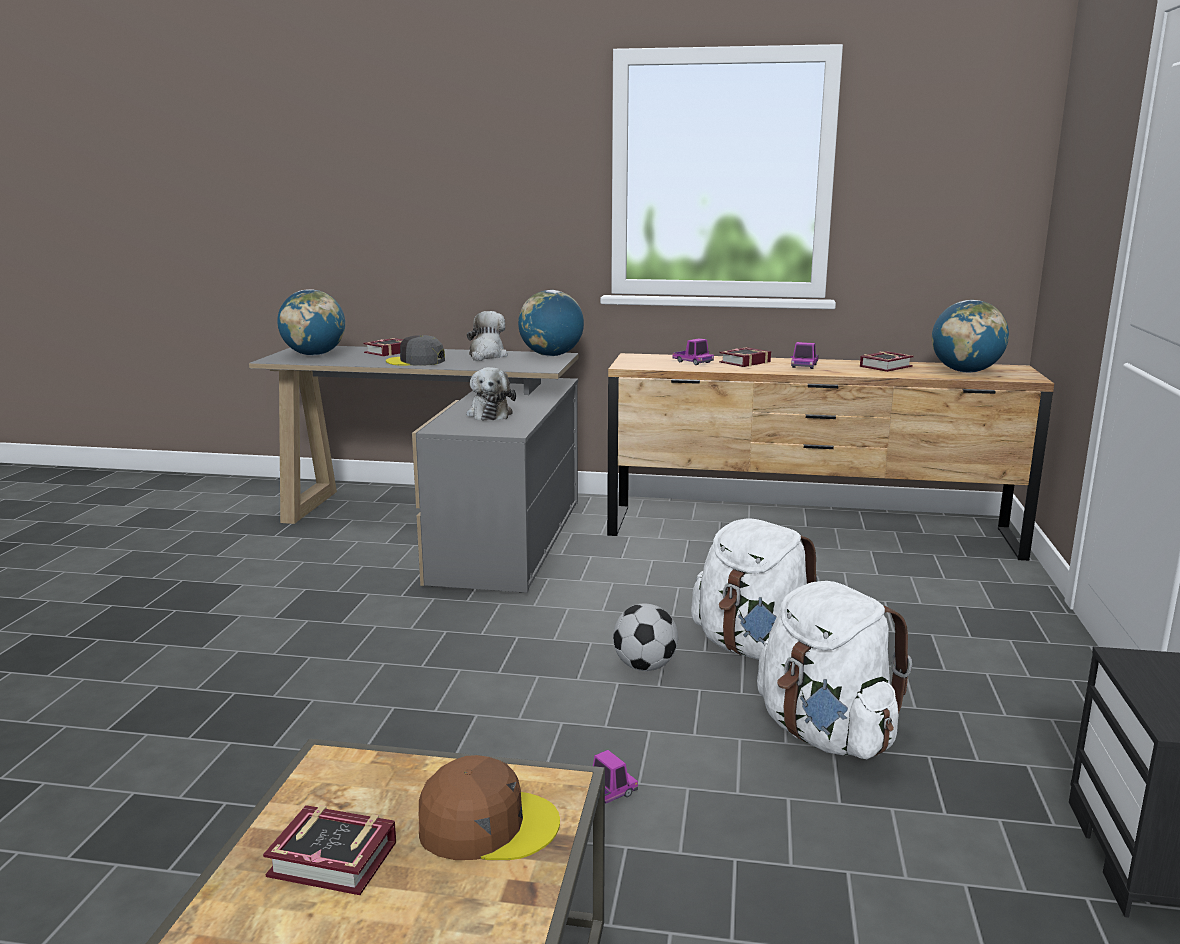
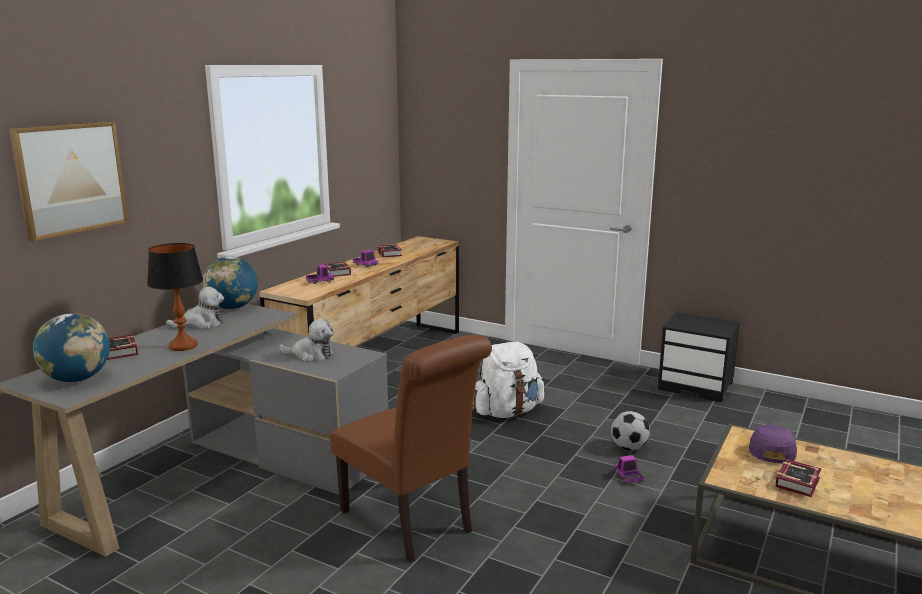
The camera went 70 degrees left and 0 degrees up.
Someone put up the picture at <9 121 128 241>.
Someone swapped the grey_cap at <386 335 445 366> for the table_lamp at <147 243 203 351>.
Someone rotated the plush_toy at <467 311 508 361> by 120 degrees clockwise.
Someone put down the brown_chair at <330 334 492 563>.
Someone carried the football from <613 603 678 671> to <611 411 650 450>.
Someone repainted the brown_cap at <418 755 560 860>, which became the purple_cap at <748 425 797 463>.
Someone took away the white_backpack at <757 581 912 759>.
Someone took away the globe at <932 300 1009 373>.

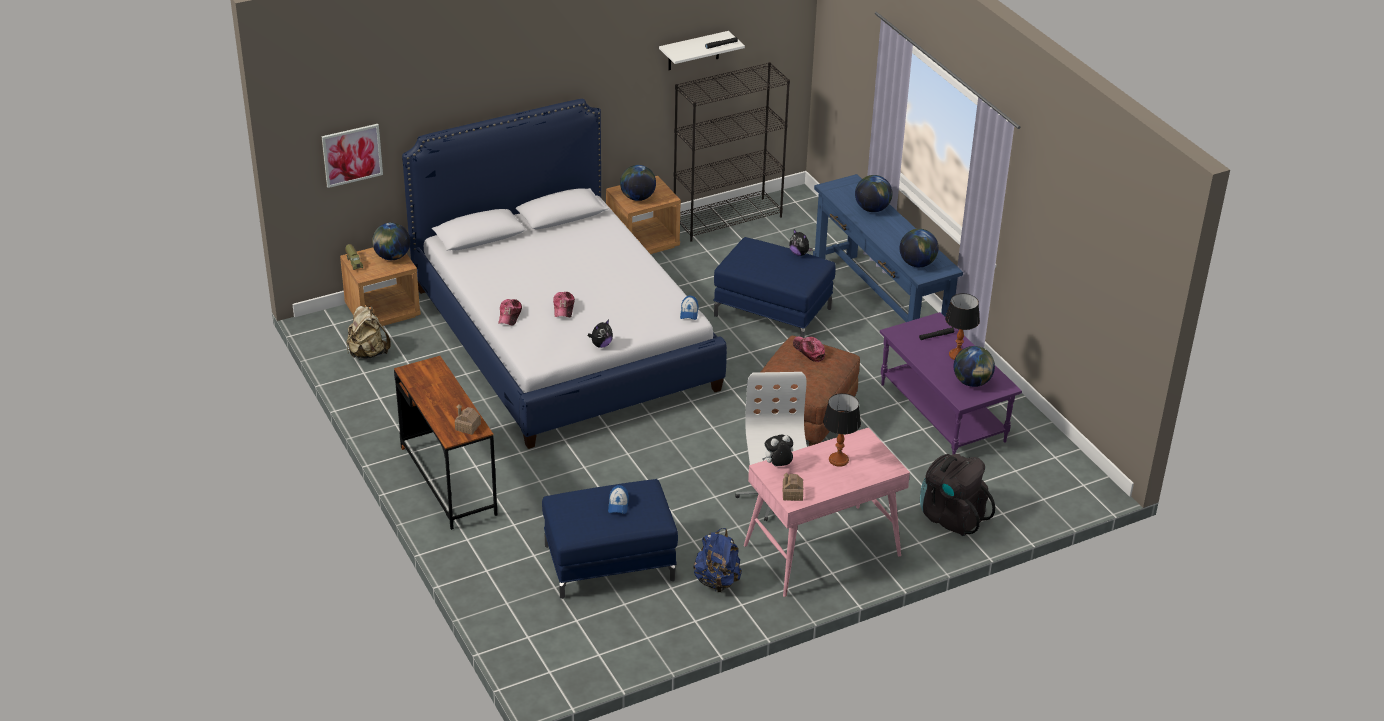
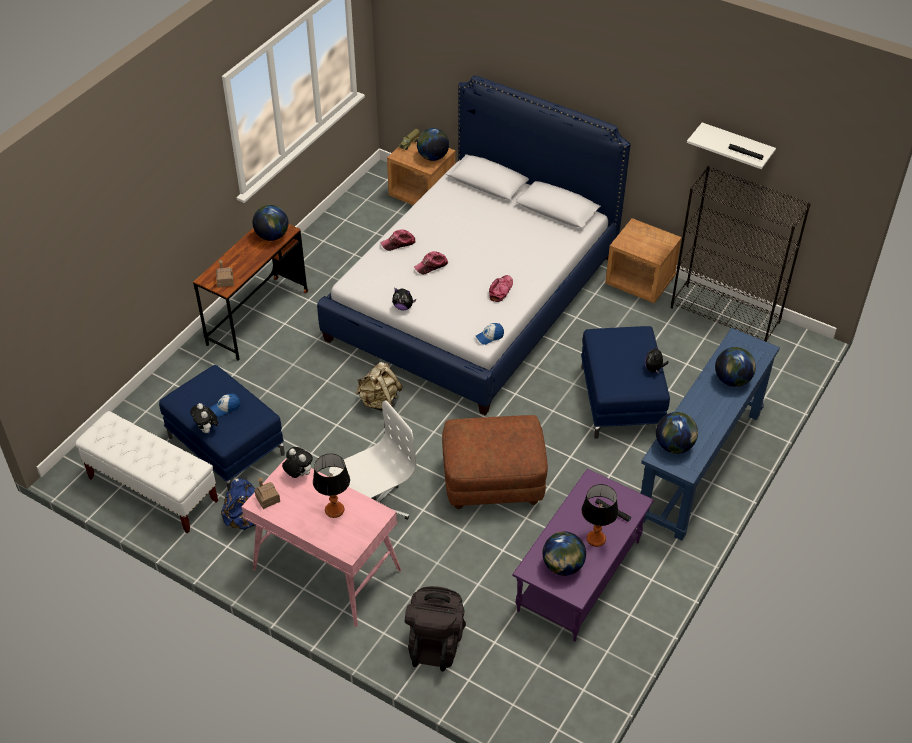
The camera went 60 degrees right and 10 degrees up.
Someone put down the white_bench at <76 411 218 533>.
Someone put down the plush_toy at <190 403 218 433>.
Someone carried the globe from <620 165 656 201> to <252 205 288 241>.
Someone carried the beige_backpack from <347 306 391 359> to <356 362 402 412>.
Someone carried the cap from <793 336 825 362> to <489 275 513 302>.
Someone took away the picture at <321 124 383 188>.

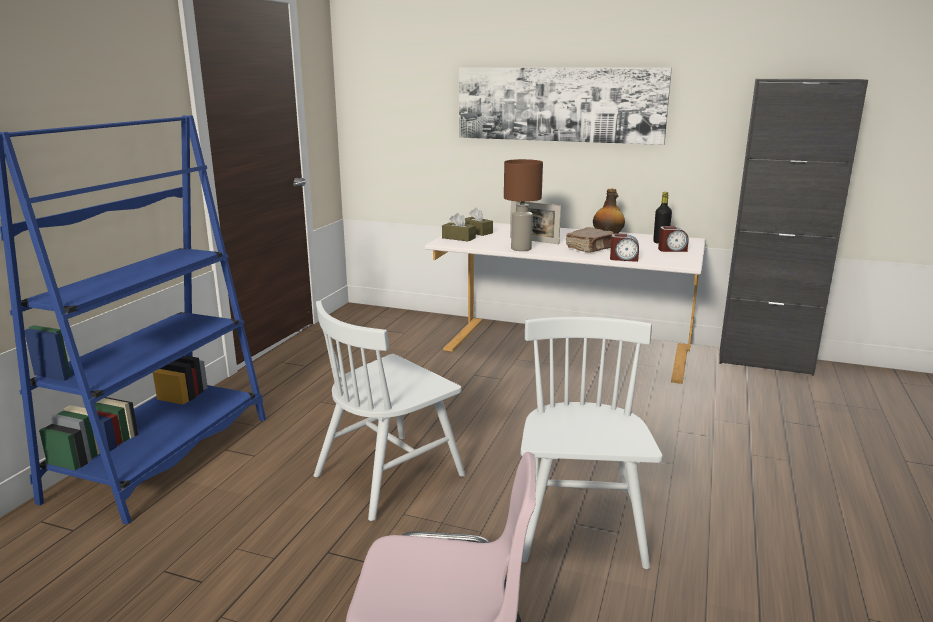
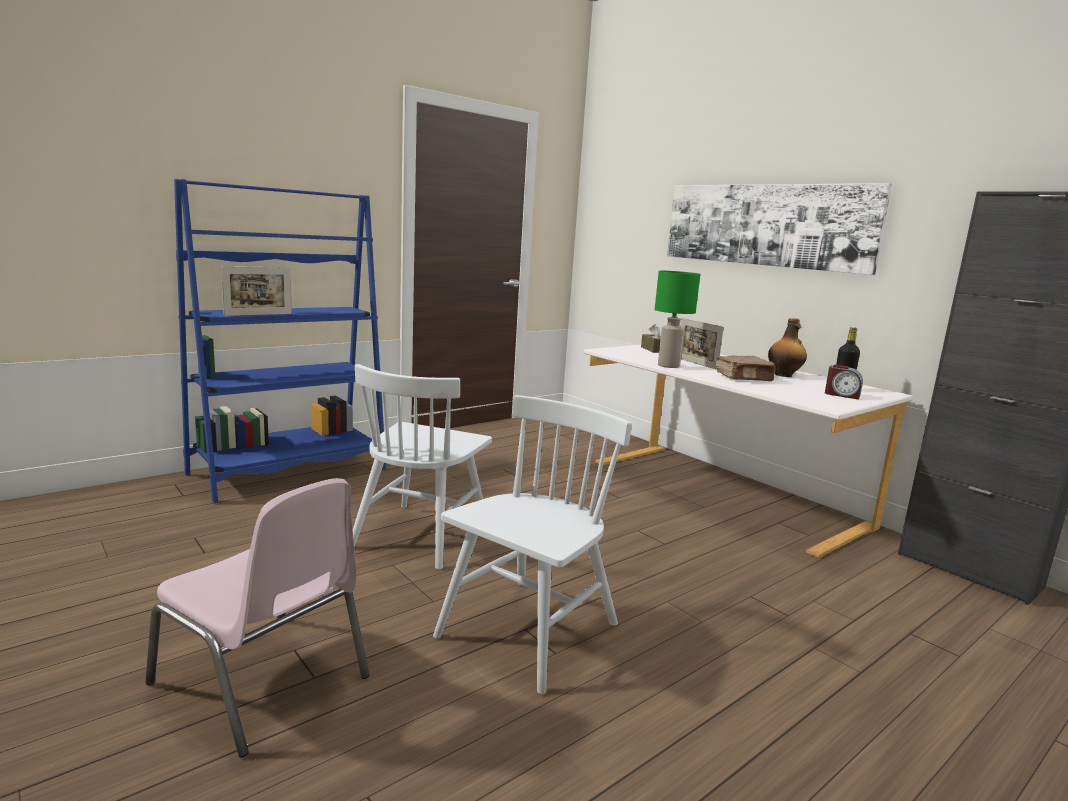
The camera went 30 degrees right and 5 degrees down.
Someone put down the picture_frame at <221 266 292 316>.
Someone rotated the white_chair at <314 300 465 521> by 60 degrees counterclockwise.
Someone repainted the brown_table_lamp at <504 159 543 251>, which became the green_table_lamp at <655 271 700 368>.
Someone took away the brown_tissue_box at <442 213 476 241>.
Someone took away the alarm_clock at <610 233 639 262>.

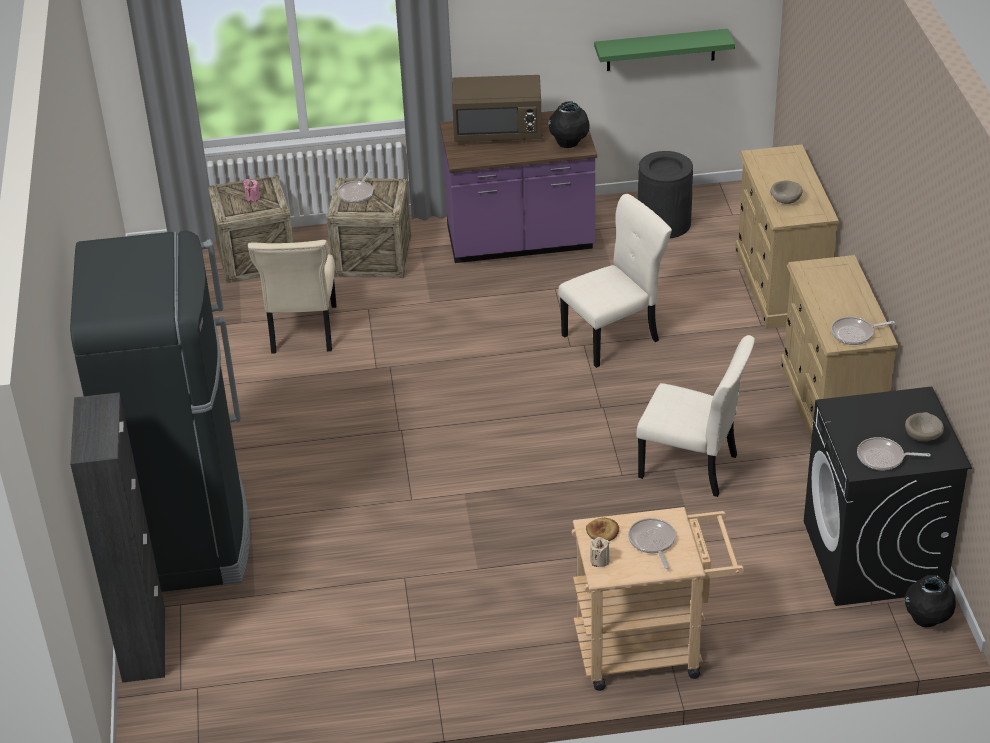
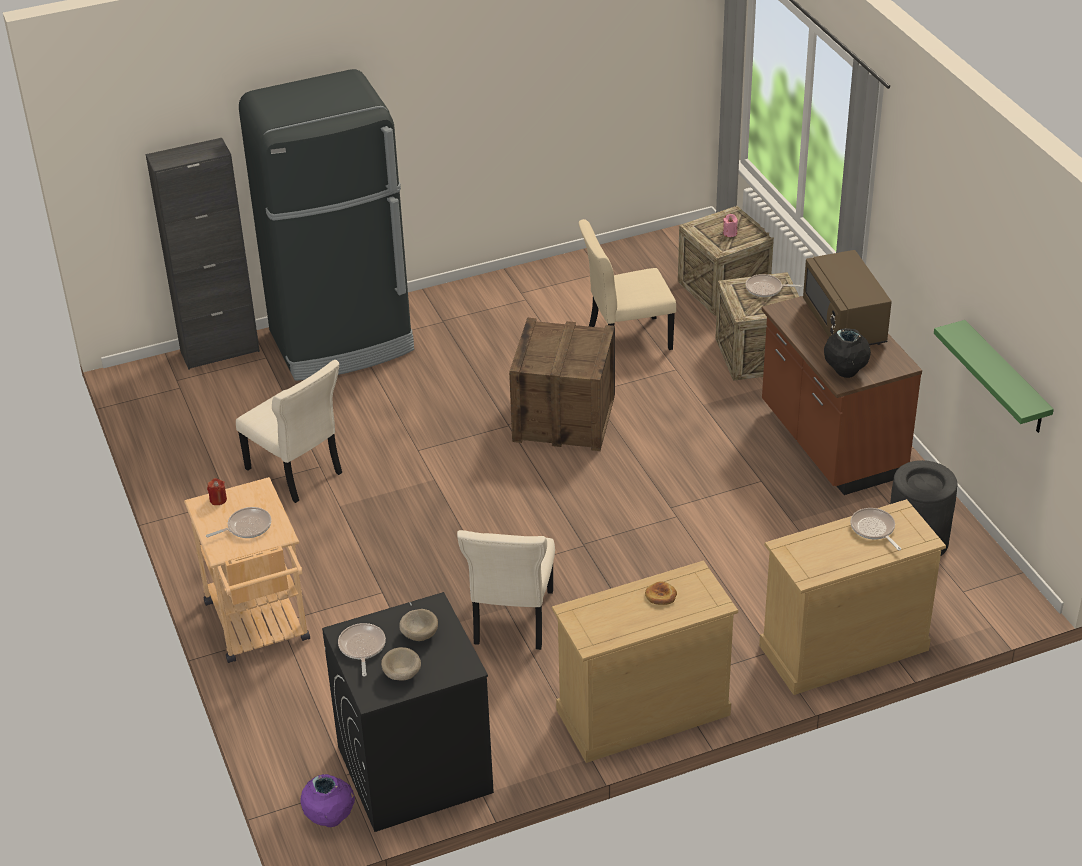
The camera went 75 degrees right and 0 degrees up.
Someone repainted the beige_candle at <590 537 609 567>, which became the red_candle at <207 478 227 505>.
Someone carried the beige_chair from <558 194 672 368> to <236 360 342 503>.
Someone repainted the black_vase at <905 575 956 627>, which became the purple_vase at <300 774 355 827>.
Someone carried the beige_bowl from <770 181 803 204> to <399 609 438 641>.
Someone put down the crate at <509 318 615 451>.
Someone carried the bread from <586 518 619 541> to <645 582 677 605>.
Someone repainted the purple_counter at <440 108 597 263>, which became the brown_counter at <762 296 922 495>.
Someone carried the frying_pan from <831 317 895 345> to <850 508 901 550>.

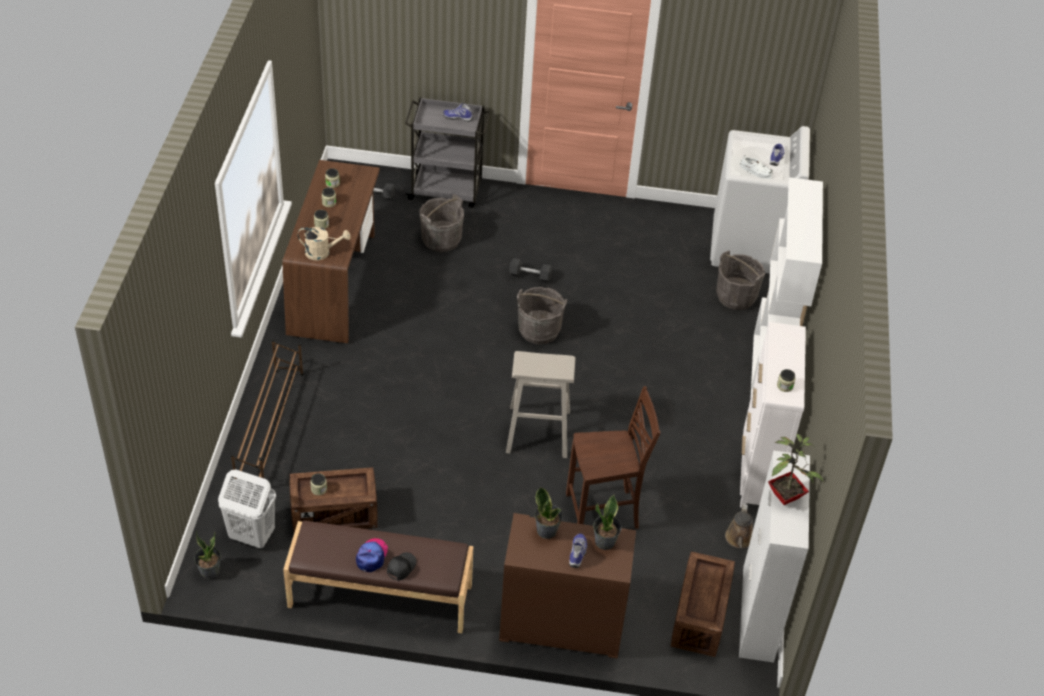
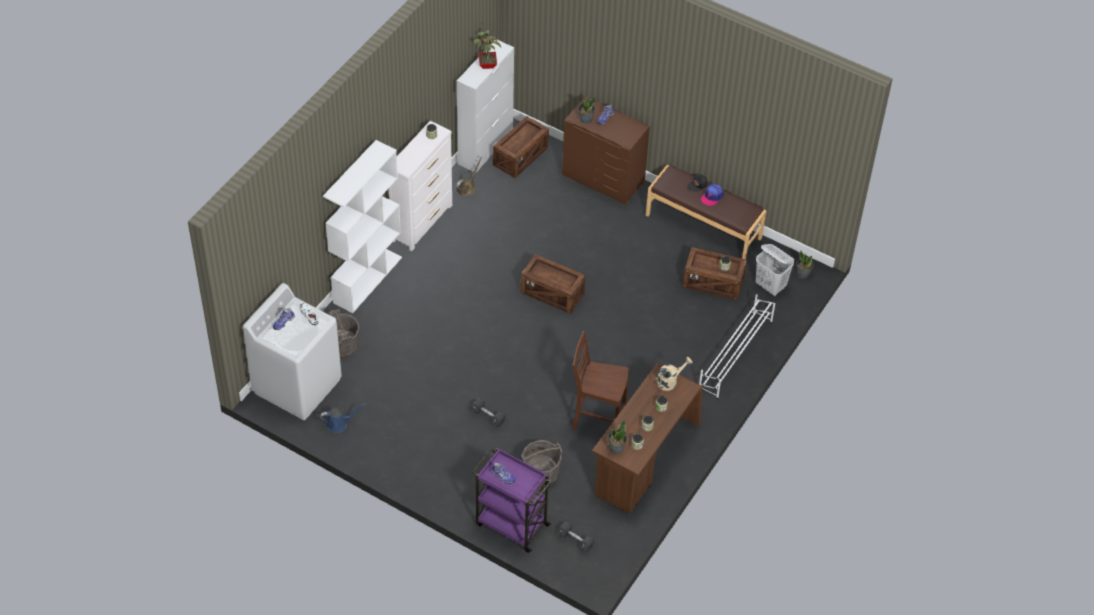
The camera went 155 degrees left and 5 degrees up.
Someone put down the blue_watering_can at <320 404 365 433>.
Someone repainted the grey_cart at <405 97 491 208>, which became the purple_cart at <473 447 552 553>.
Someone swapped the beige_stool at <506 351 576 458> for the crate at <521 254 586 314>.
Someone carried the brown_chair from <566 386 661 529> to <572 331 629 430>.
Someone carried the potted_plant from <535 487 563 539> to <607 419 627 454>.
Someone rotated the beige_watering_can at <298 227 350 261> by 120 degrees clockwise.
Someone repainted the brown_shoe_rack at <231 339 303 479>, which became the white_shoe_rack at <699 292 776 399>.
Someone took away the grey_bucket at <517 287 567 345>.

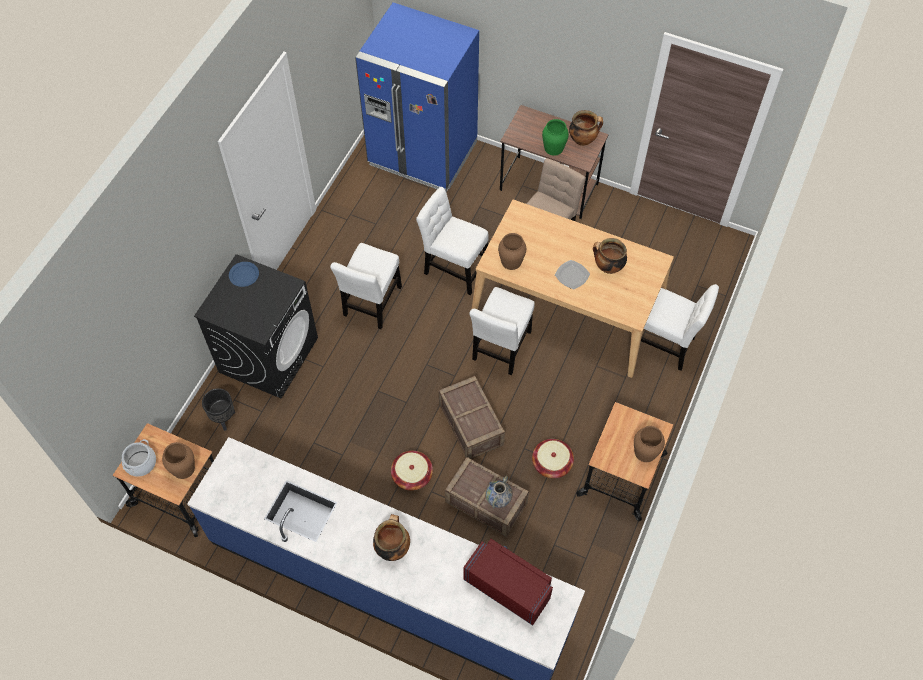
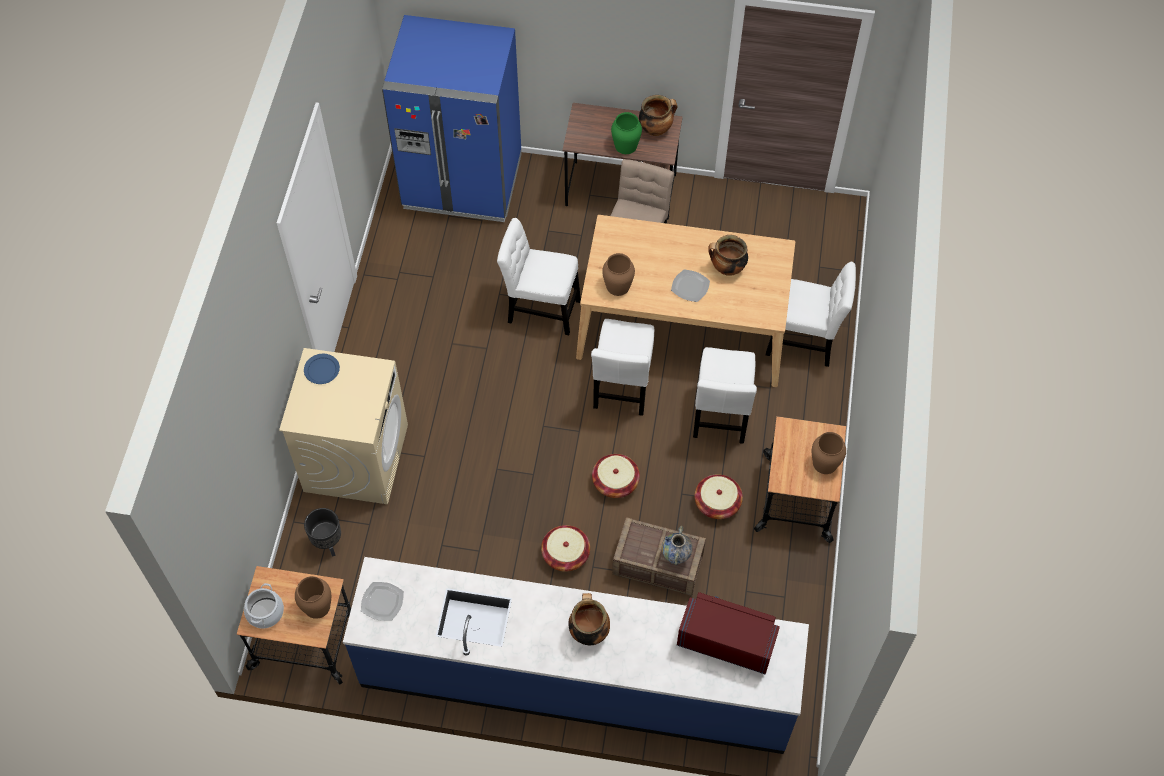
The camera went 15 degrees left and 0 degrees up.
Someone repainted the black_washing_machine at <194 254 318 399>, which became the beige_washing_machine at <279 348 408 504>.
Someone put down the plate at <361 582 404 621>.
Someone swapped the crate at <439 376 505 459> for the basket at <592 454 640 498>.
Someone carried the white_chair from <330 243 402 329> to <693 347 757 444>.

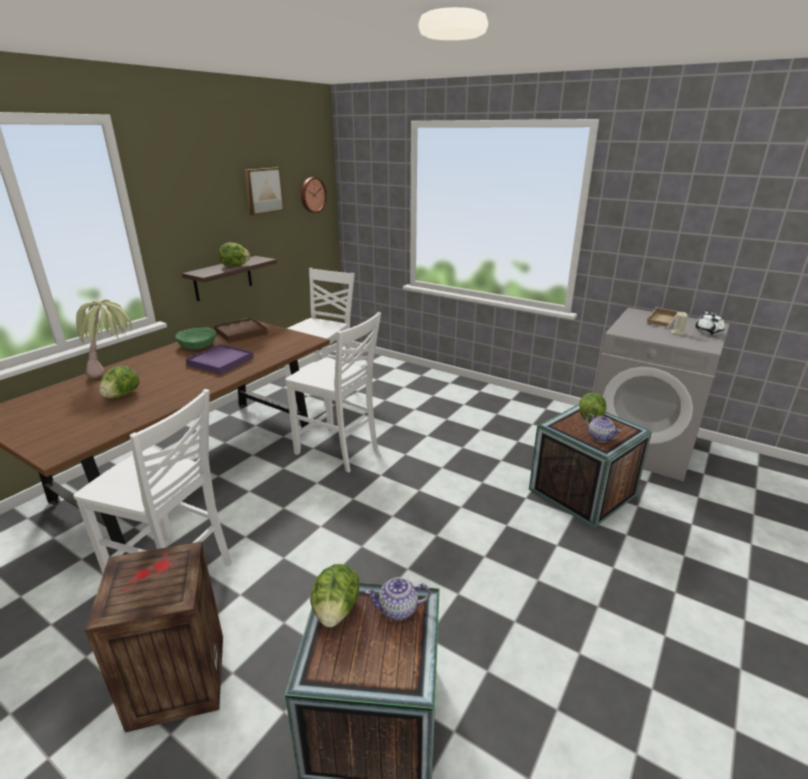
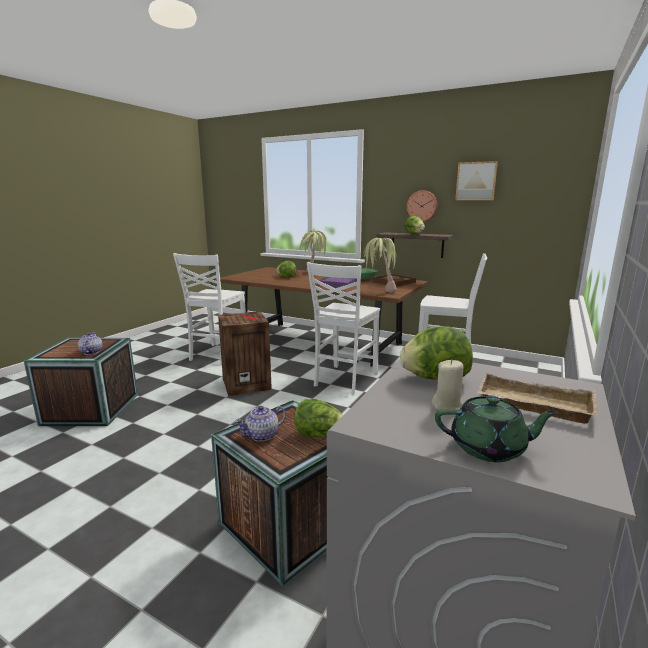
The camera went 85 degrees right and 10 degrees down.
Someone carried the crate from <85 541 223 732> to <218 311 272 396>.
Someone put down the potted_plant at <364 238 398 293>.
Someone carried the lettuce from <310 564 360 627> to <400 326 473 380>.
Someone carried the wall_clock from <301 177 327 213> to <407 190 438 222>.
Someone repainted the white_teapot at <695 310 725 335>, which became the green_teapot at <435 395 559 462>.

